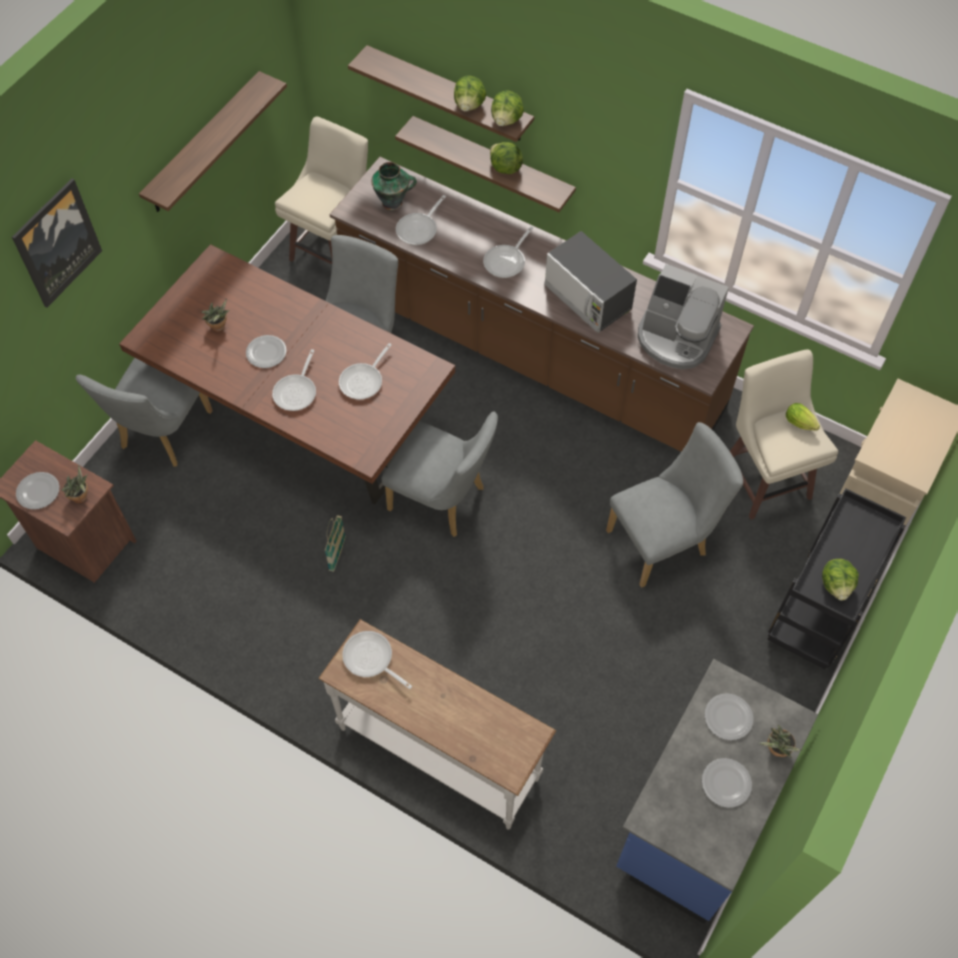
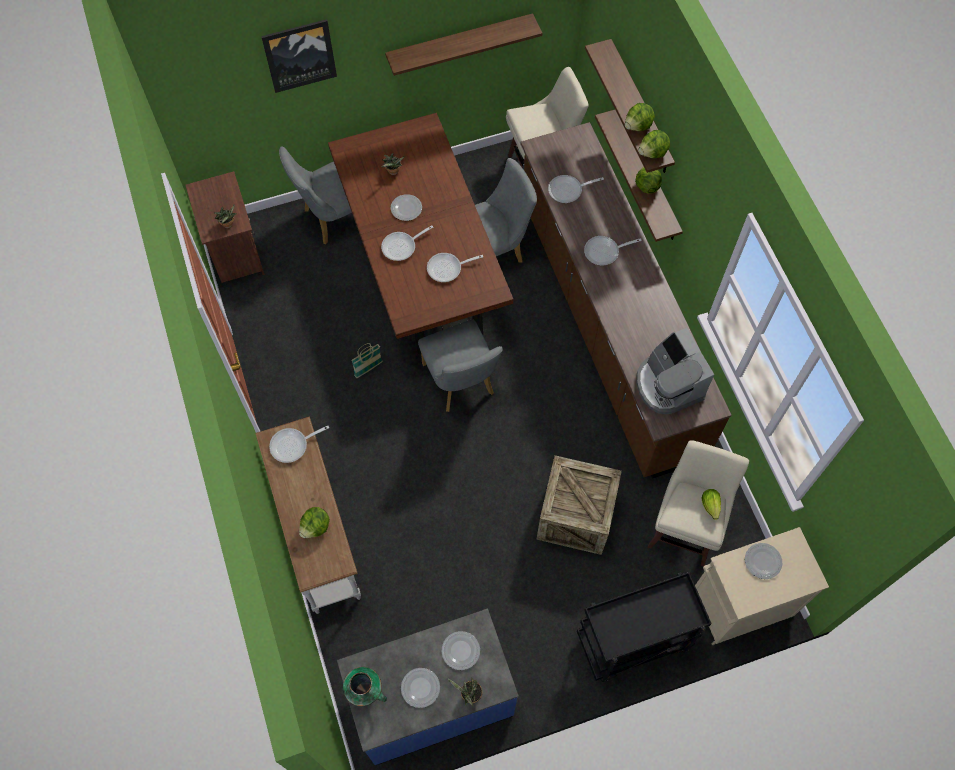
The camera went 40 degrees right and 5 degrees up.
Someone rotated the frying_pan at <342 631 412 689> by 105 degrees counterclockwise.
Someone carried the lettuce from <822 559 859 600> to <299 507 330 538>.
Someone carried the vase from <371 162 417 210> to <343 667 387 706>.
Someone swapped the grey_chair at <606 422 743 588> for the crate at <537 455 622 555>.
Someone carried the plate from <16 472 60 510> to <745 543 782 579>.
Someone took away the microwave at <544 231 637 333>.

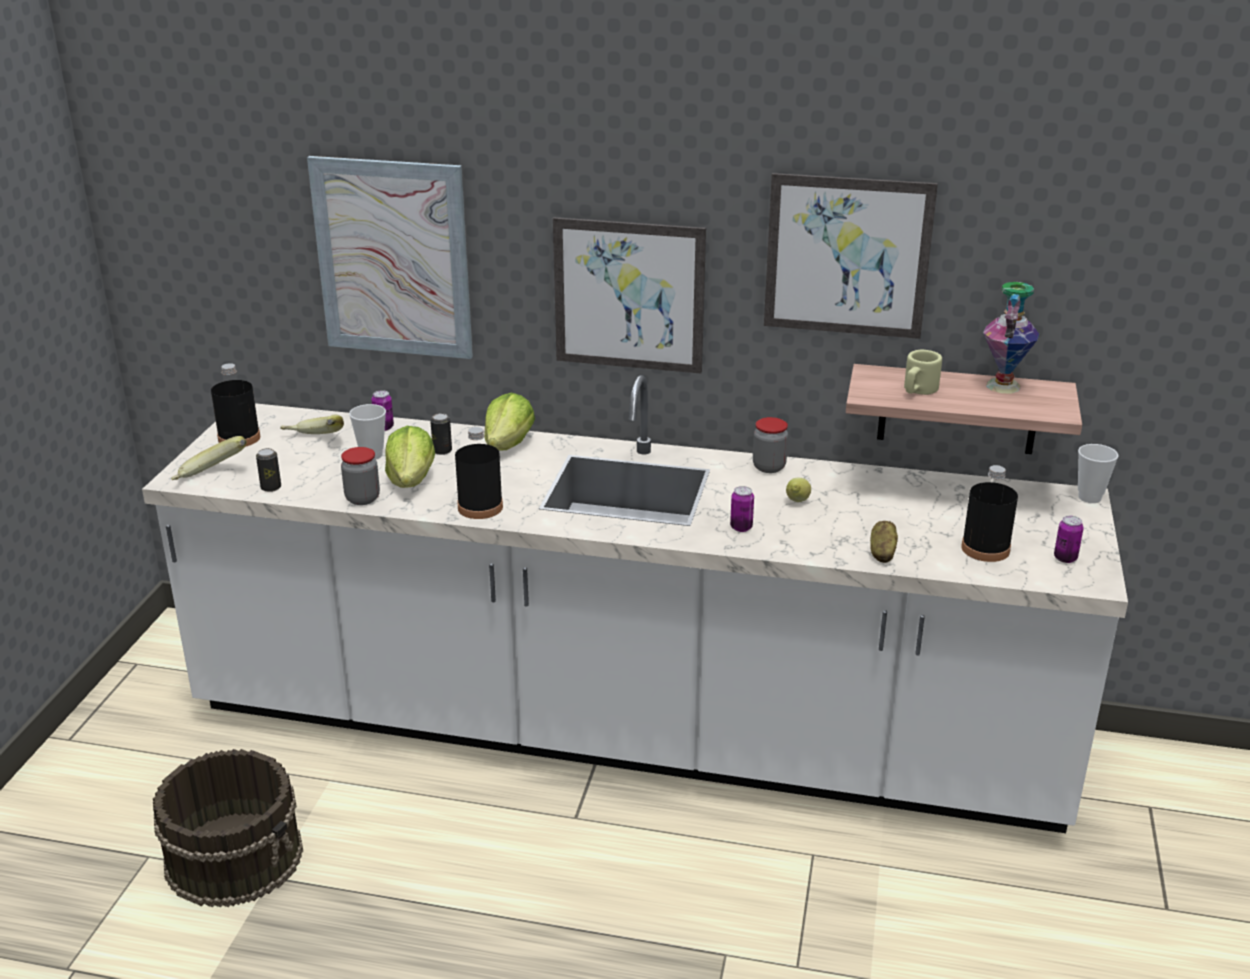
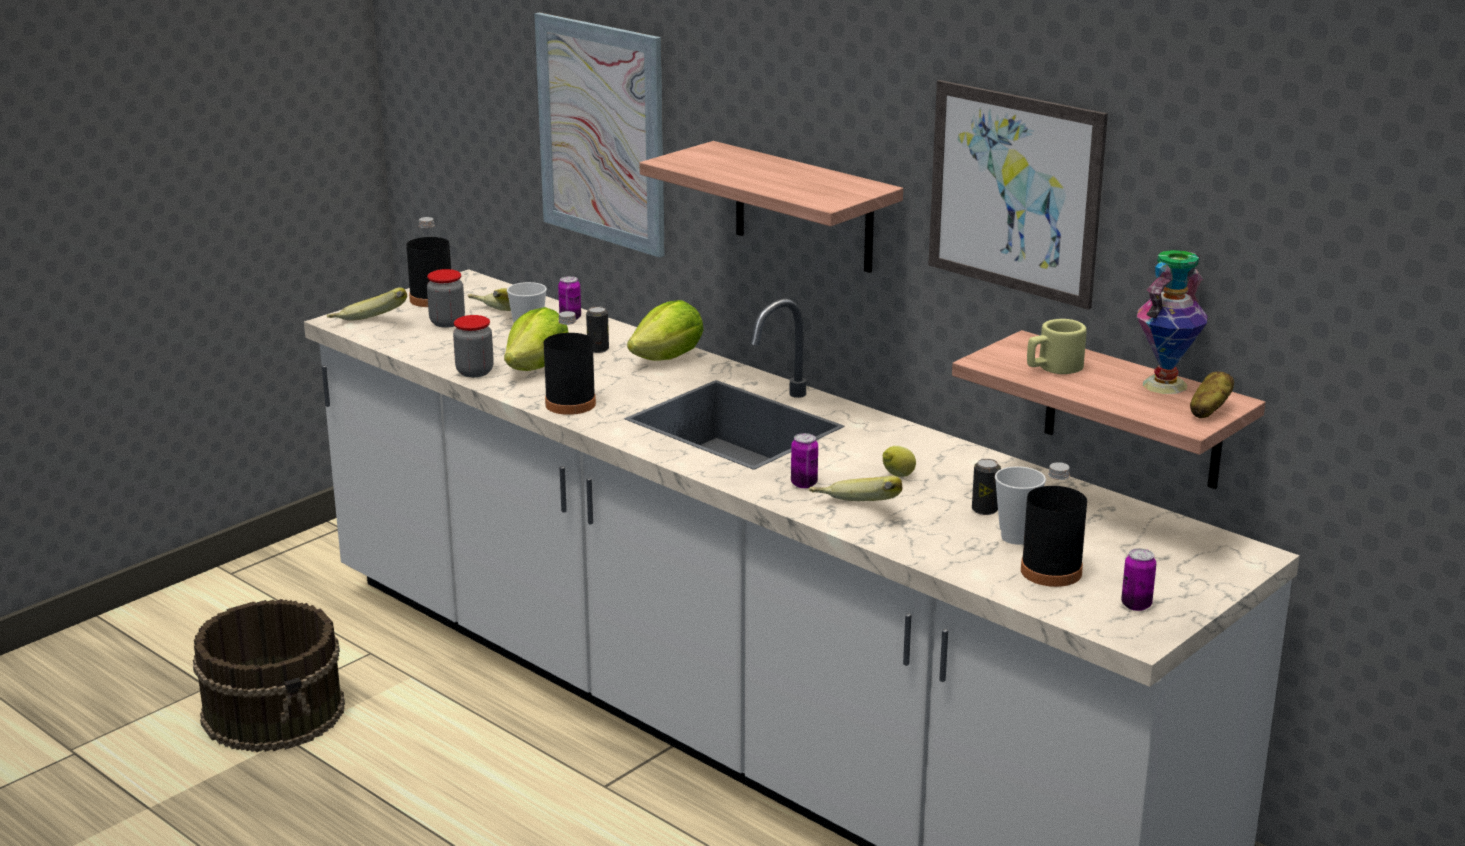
The camera went 30 degrees right and 5 degrees down.
Someone carried the jar from <753 417 788 473> to <427 269 465 328>.
Someone swapped the picture at <553 217 706 374> for the shelf at <640 141 903 273>.
Someone put down the banana at <809 475 902 501>.
Someone carried the can from <256 448 281 492> to <972 459 1001 515>.
Someone carried the cup from <1078 444 1118 503> to <995 466 1046 545>.
Someone carried the potato from <870 521 898 563> to <1190 372 1234 418>.

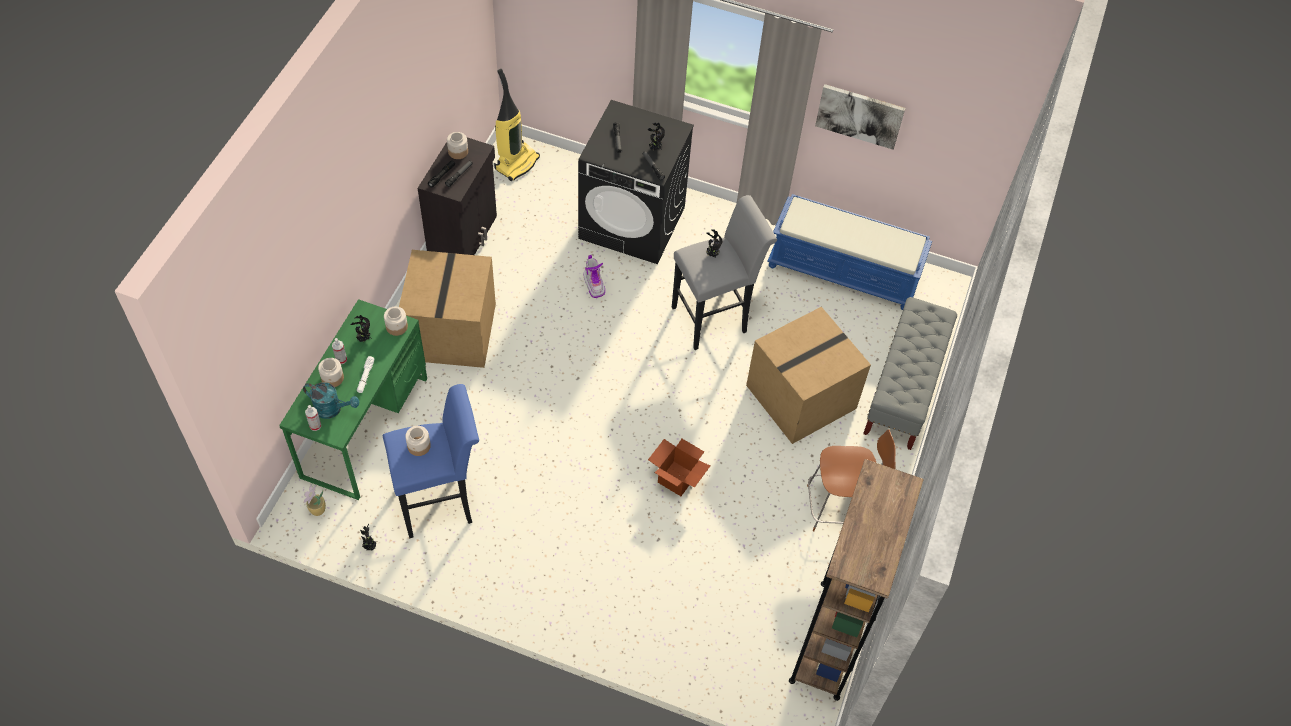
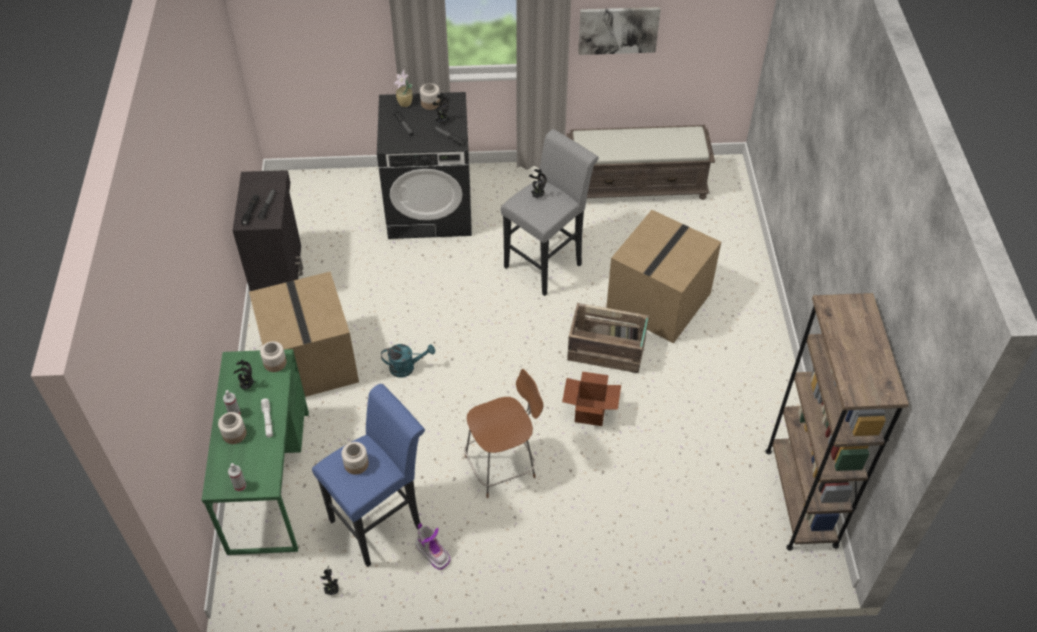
The camera went 20 degrees left and 5 degrees down.
Someone carried the turquoise_watering_can from <303 382 359 419> to <381 344 435 378>.
Someone carried the potted_plant from <303 485 326 516> to <394 69 413 107>.
Someone carried the boot from <583 255 605 298> to <415 523 450 570>.
Someone carried the jar from <447 132 468 159> to <420 83 440 110>.
Someone carried the brown_stool from <807 429 896 531> to <464 369 543 498>.
Someone repainted the blue_bench at <767 194 932 310>, which became the brown_bench at <567 125 715 200>.
Someone put down the crate at <567 303 649 373>.
Someone took away the vacuum_cleaner at <494 69 540 181>.
Someone took away the grey_bench at <863 297 957 450>.

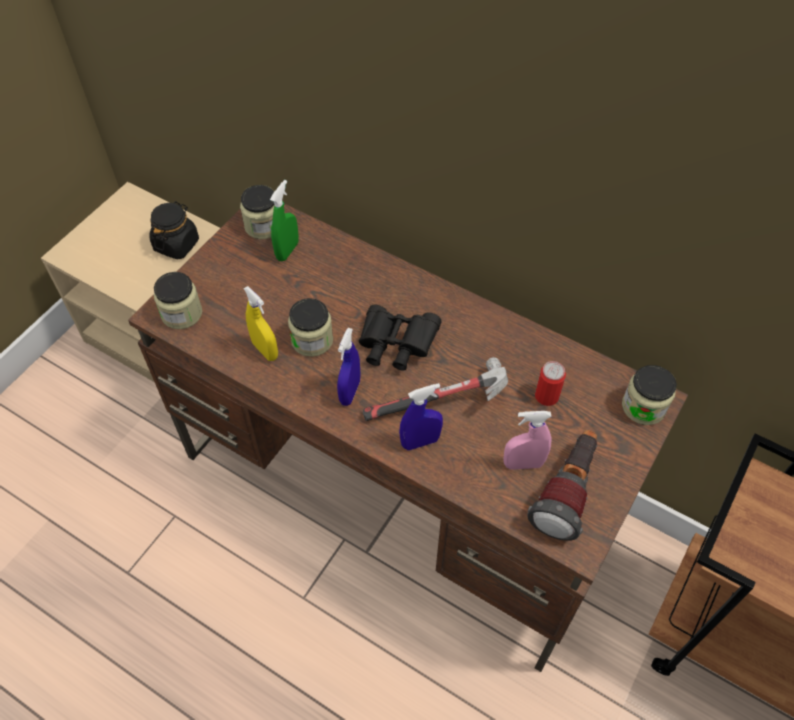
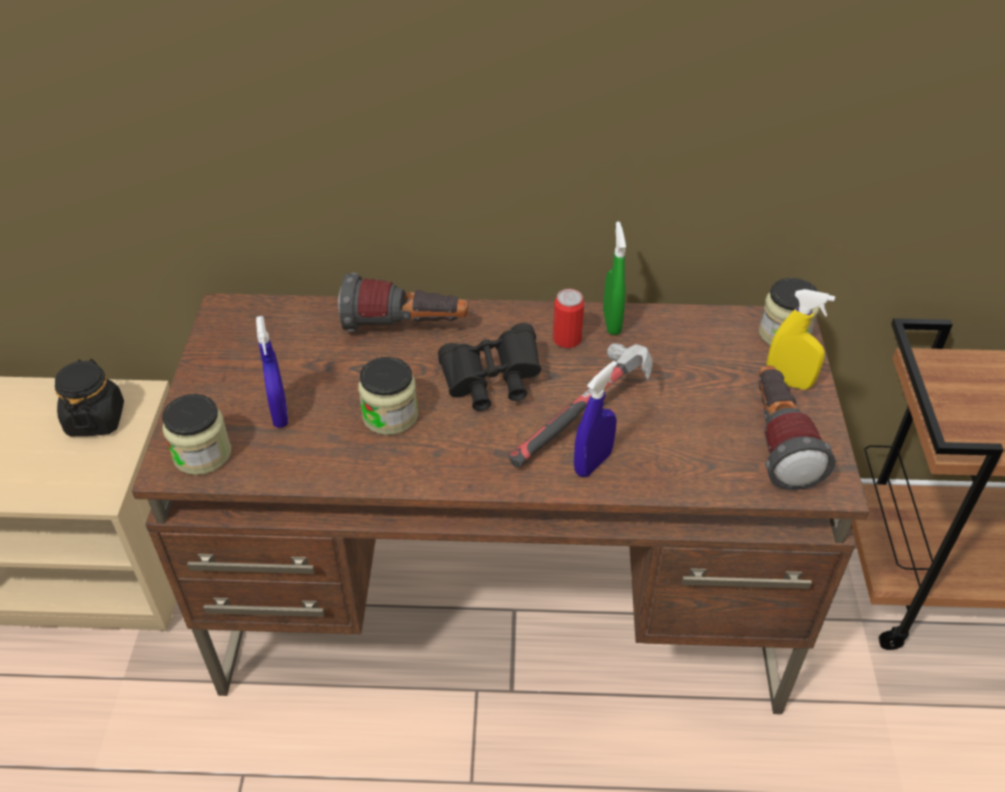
The camera went 30 degrees left and 10 degrees down.
Someone carried the blue_spray_bottle from <337 328 360 406> to <256 316 288 428>.
Someone put down the flashlight at <338 273 468 332>.
Someone carried the can from <535 361 566 406> to <553 289 584 348>.
Someone carried the green_spray_bottle from <270 180 299 261> to <603 221 626 335>.
Someone carried the yellow_spray_bottle from <244 286 278 361> to <766 289 835 389>.
Someone took away the jar at <240 185 275 239>.
Someone took away the pink_spray_bottle at <503 411 552 470>.

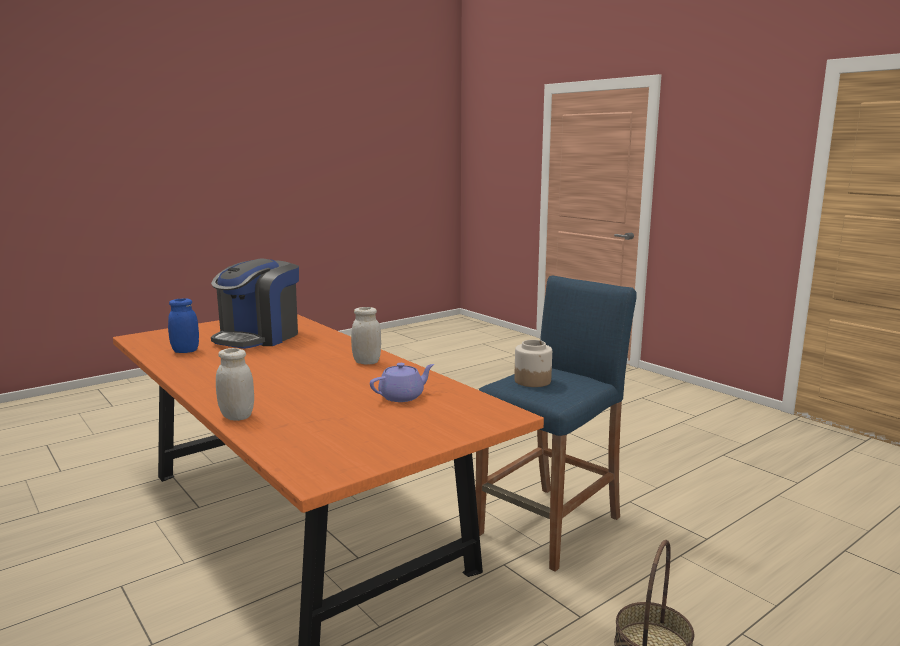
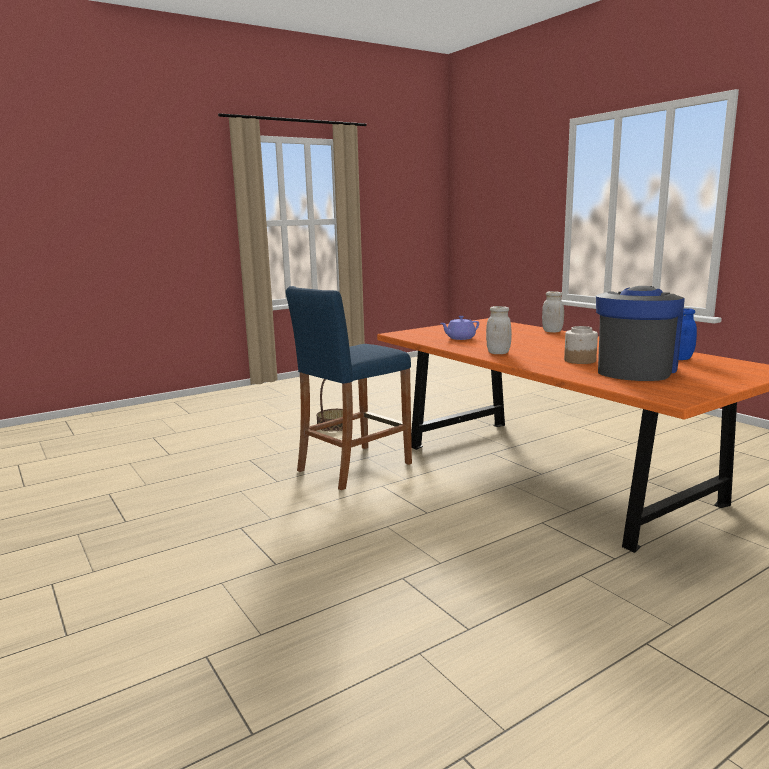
The camera went 175 degrees left and 0 degrees up.
Someone carried the jar from <514 340 552 387> to <564 326 598 364>.

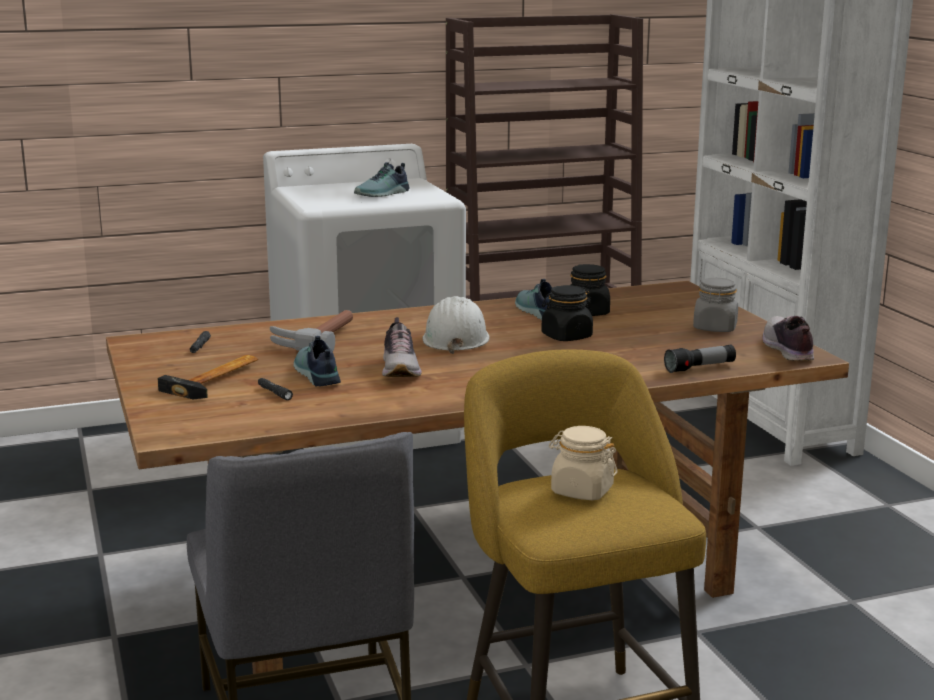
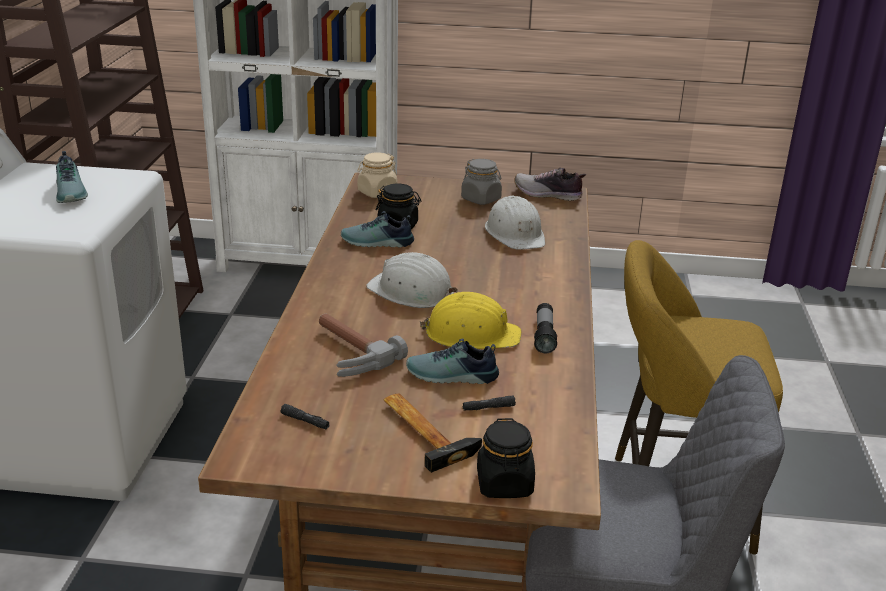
The camera went 65 degrees left and 10 degrees up.
Someone carried the beige_jar from <549 426 617 500> to <357 152 397 198>.
Someone swapped the shoe at <382 317 422 377> for the yellow_hard_hat at <420 292 521 349>.
Someone carried the black_jar from <541 285 593 341> to <477 418 535 498>.
Someone put down the white_hard_hat at <485 196 545 250>.
Someone carried the flashlight from <664 344 736 373> to <534 303 557 353>.

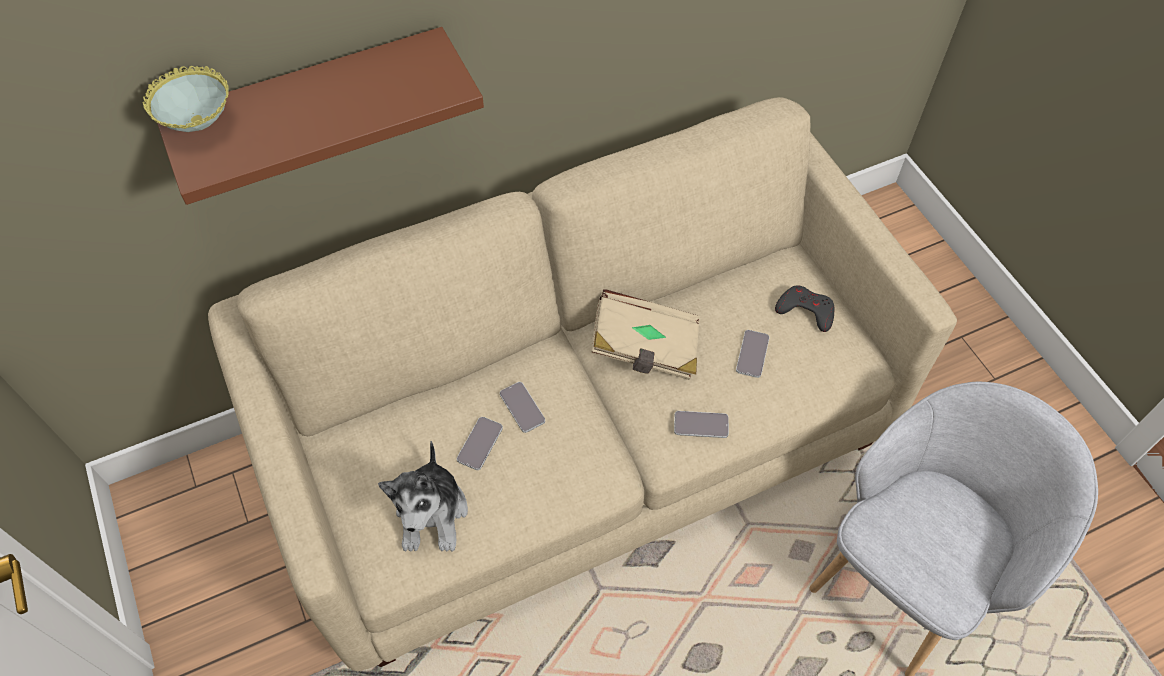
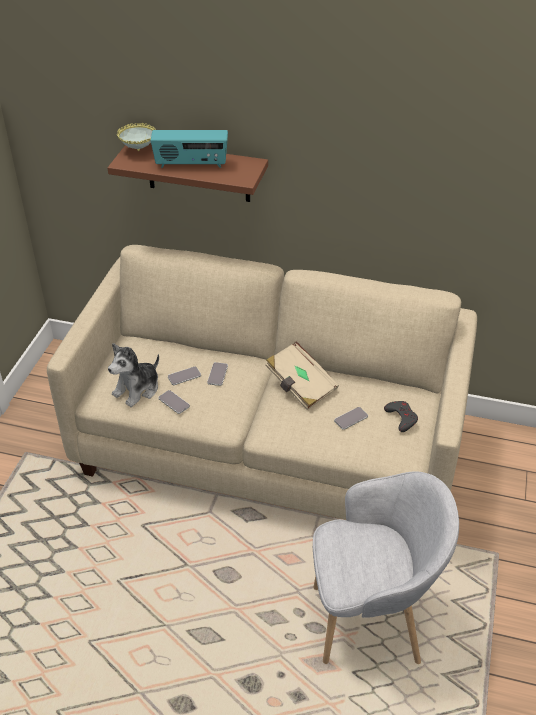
The camera went 40 degrees right and 15 degrees down.
Someone put down the radio at <150 130 228 168>.
Someone carried the phone from <674 411 729 438> to <158 390 190 414>.

